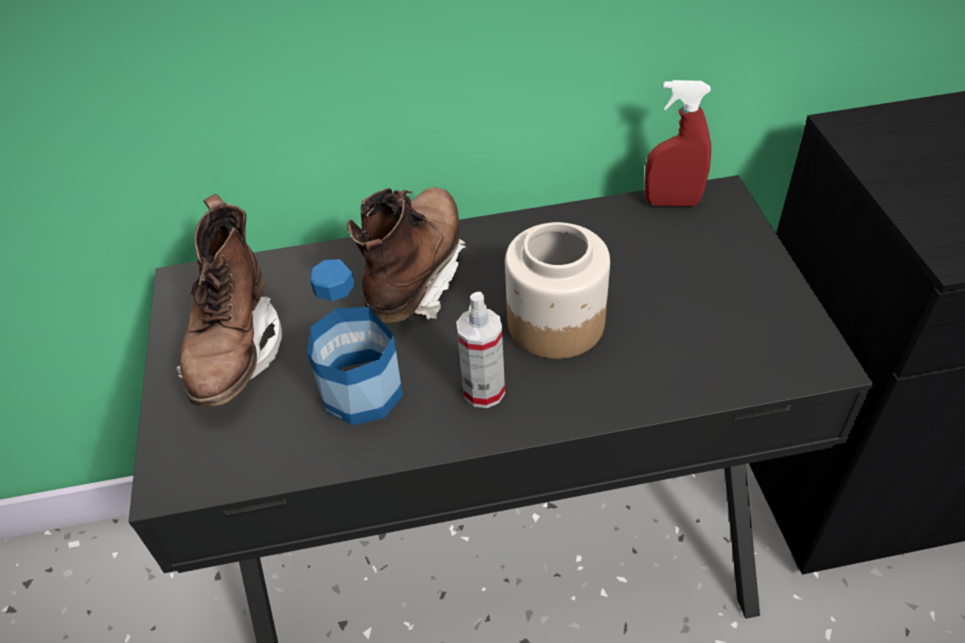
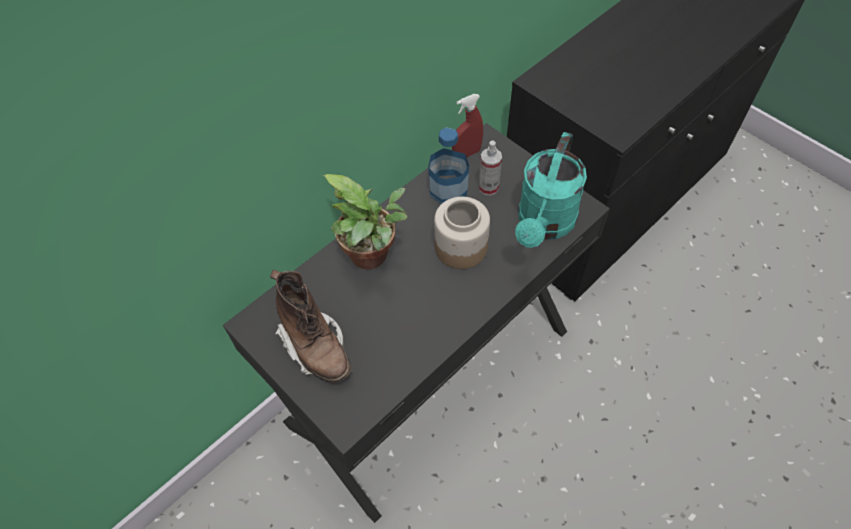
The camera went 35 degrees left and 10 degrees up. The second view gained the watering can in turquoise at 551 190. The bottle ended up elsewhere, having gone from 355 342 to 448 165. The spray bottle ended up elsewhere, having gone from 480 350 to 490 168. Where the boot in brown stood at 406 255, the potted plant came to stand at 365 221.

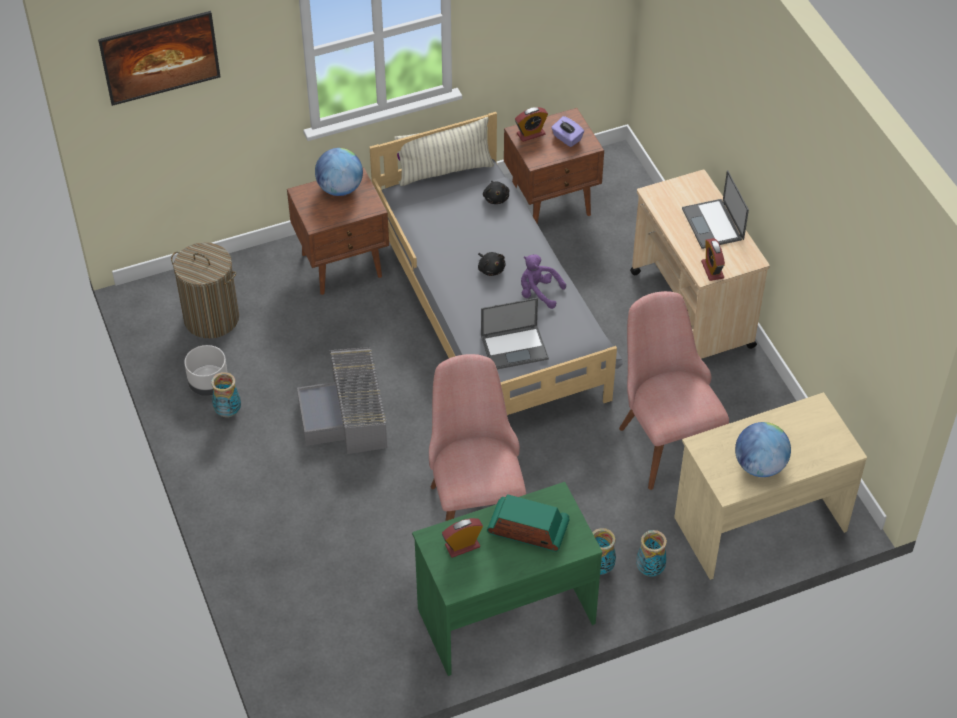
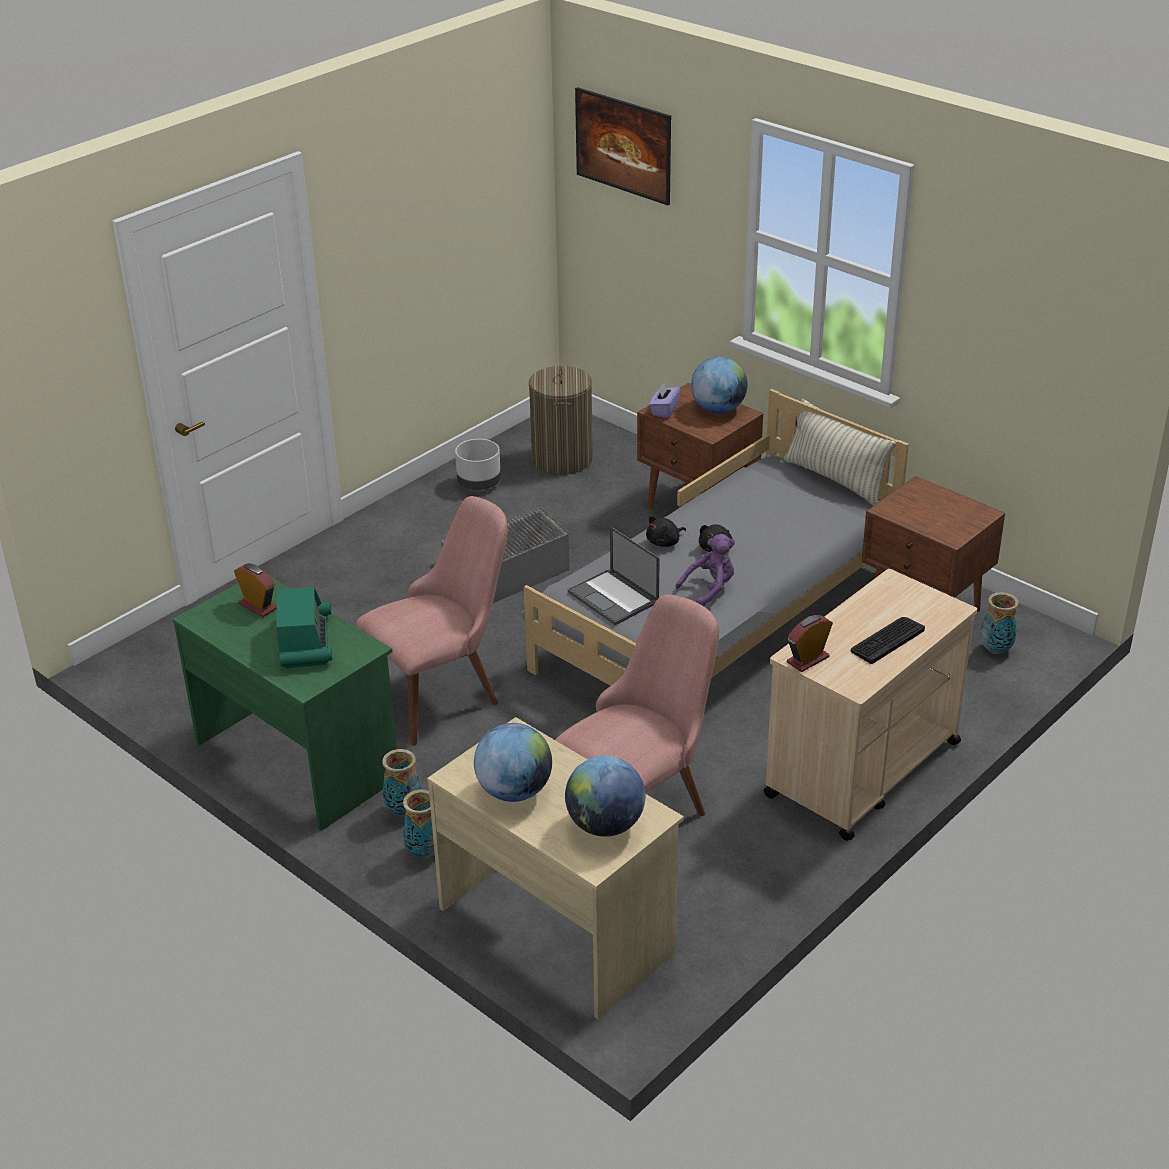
The camera went 65 degrees right and 15 degrees down. The second view lost the alarm clock at 531 124. The second view gained the globe at 605 796. The vase ended up elsewhere, having gone from 226 394 to 999 623. The plush toy in black ended up elsewhere, having gone from 496 192 to 666 531. The tissue box in purple ended up elsewhere, having gone from 567 131 to 665 400. Where the laptop stood at 715 209, the keyboard came to stand at 888 640. The plush toy in purple at 543 281 ended up facing another way, 60 degrees clockwise from before.

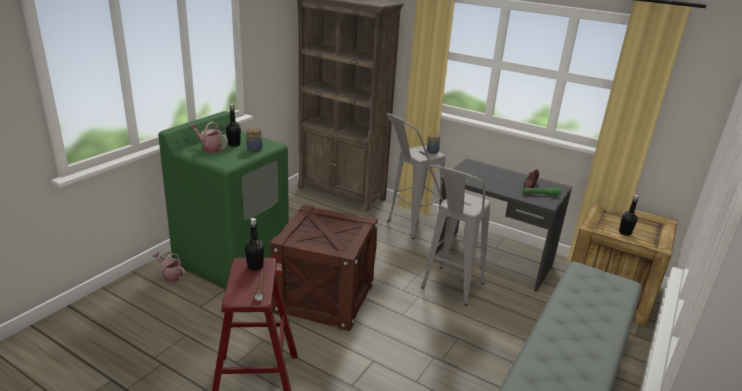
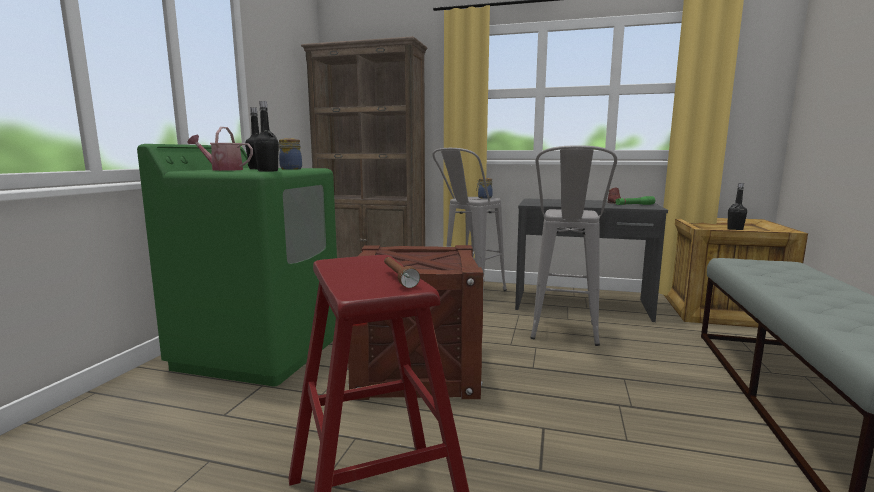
The camera went 15 degrees left and 15 degrees down. The second view lost the watering can at 168 267. The bottle in black ended up elsewhere, having gone from 254 244 to 266 136.

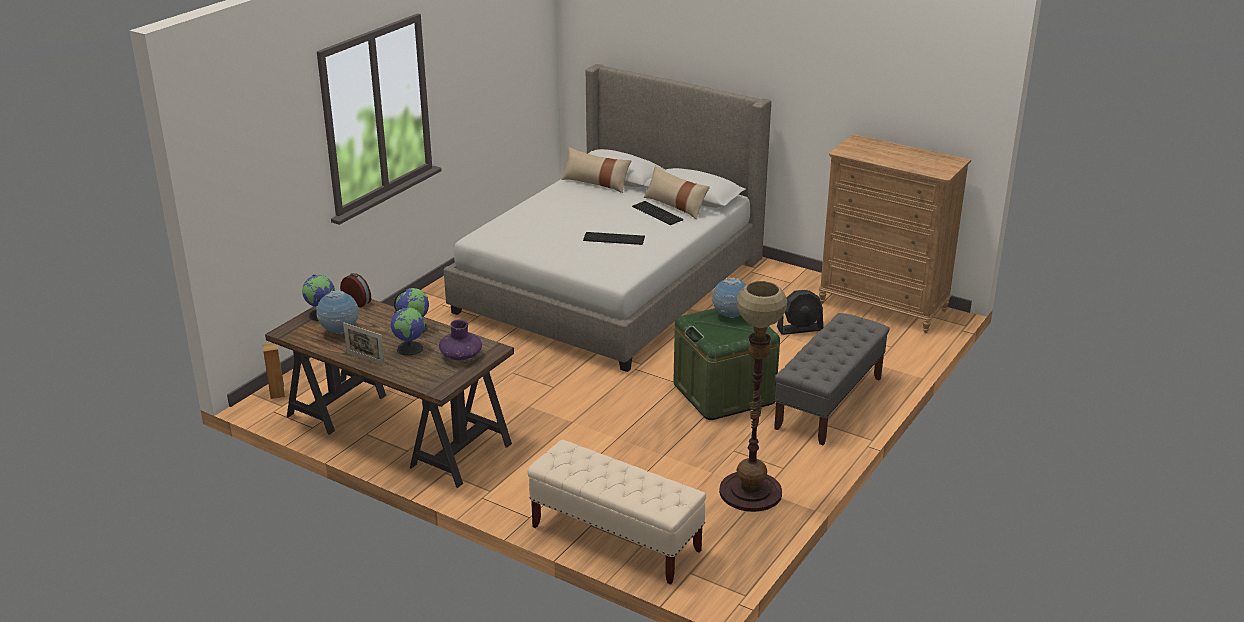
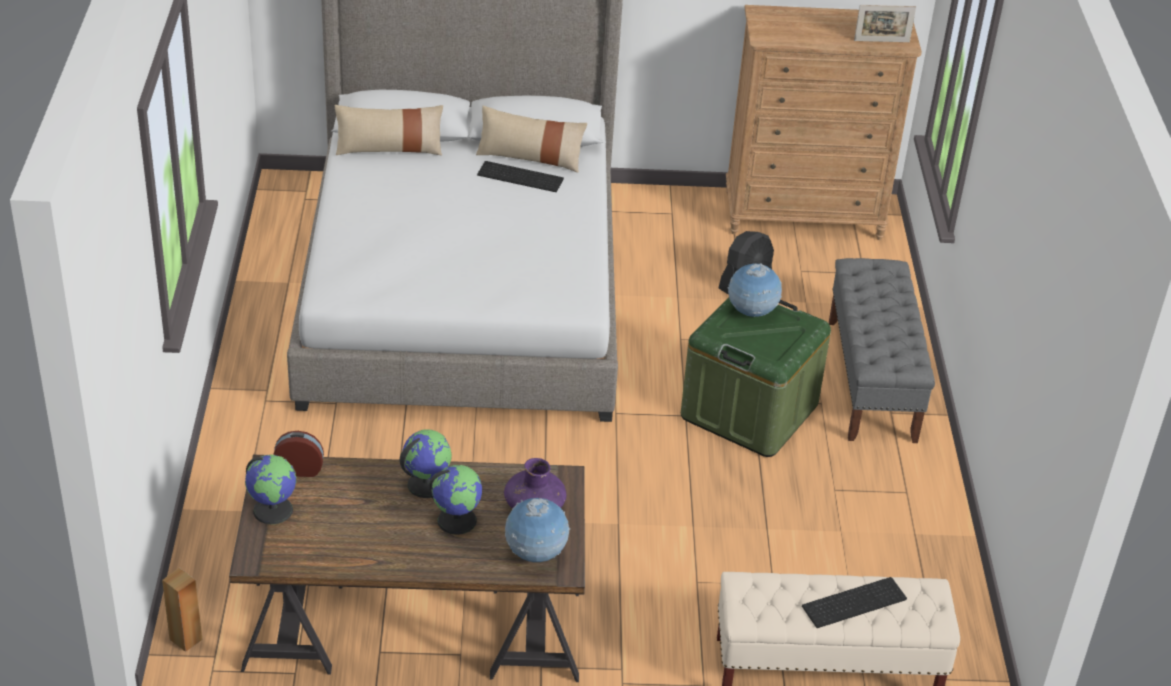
The camera went 35 degrees left and 10 degrees up. The second view lost the floor lamp at 753 396. The globe ended up elsewhere, having gone from 337 312 to 537 530. The picture frame ended up elsewhere, having gone from 364 344 to 885 23. The keyboard ended up elsewhere, having gone from 614 238 to 854 602.

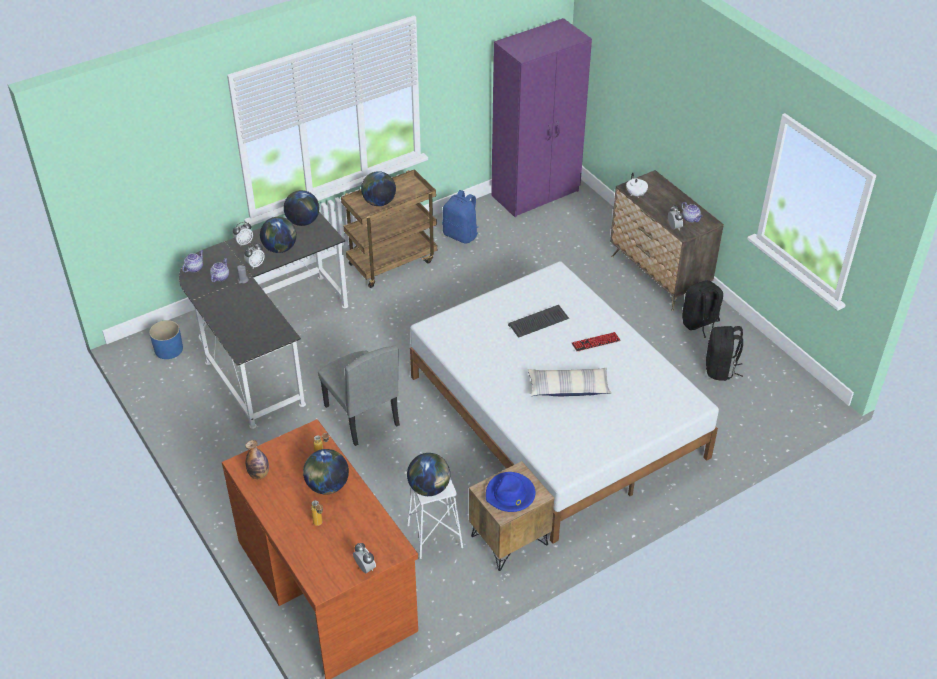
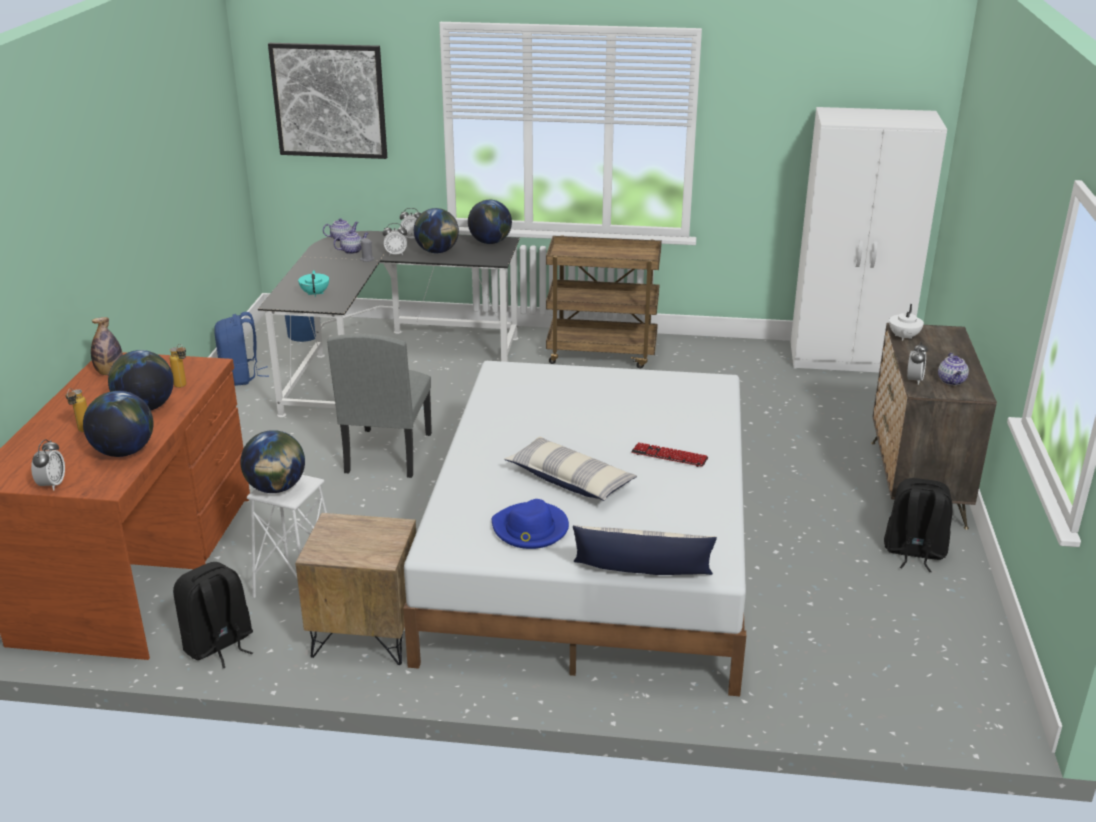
The camera went 40 degrees right and 15 degrees down. The second view lost the keyboard at 538 321. The second view gained the picture at 327 101. The second view gained the teapot in turquoise at 313 283. The second view gained the pillow at 645 550. The globe ended up elsewhere, having gone from 378 188 to 118 424. The backpack in blue ended up elsewhere, having gone from 460 217 to 241 349. The hat in blue ended up elsewhere, having gone from 510 492 to 530 524. The backpack in black ended up elsewhere, having gone from 724 353 to 213 615. What was the wardrobe in purple at 541 117 turned into the wardrobe in white at 869 240.

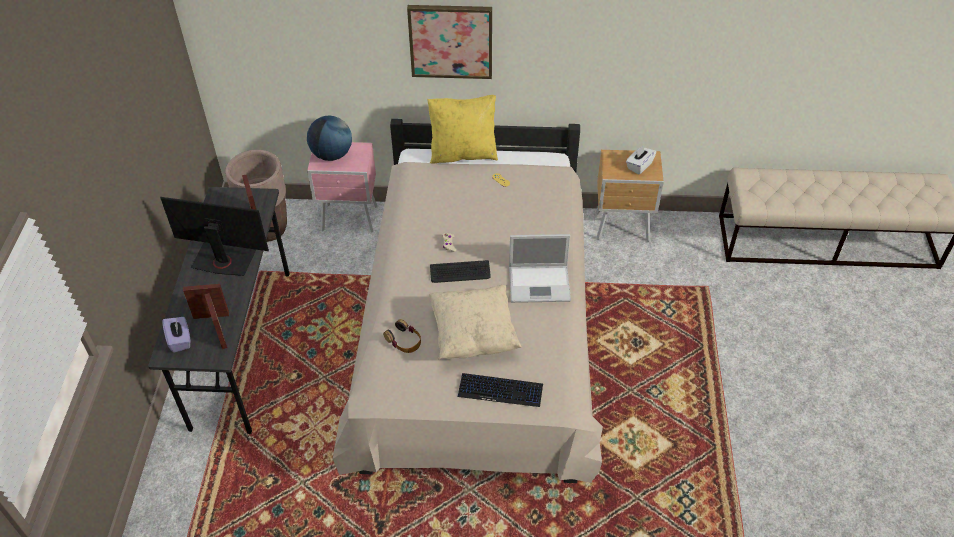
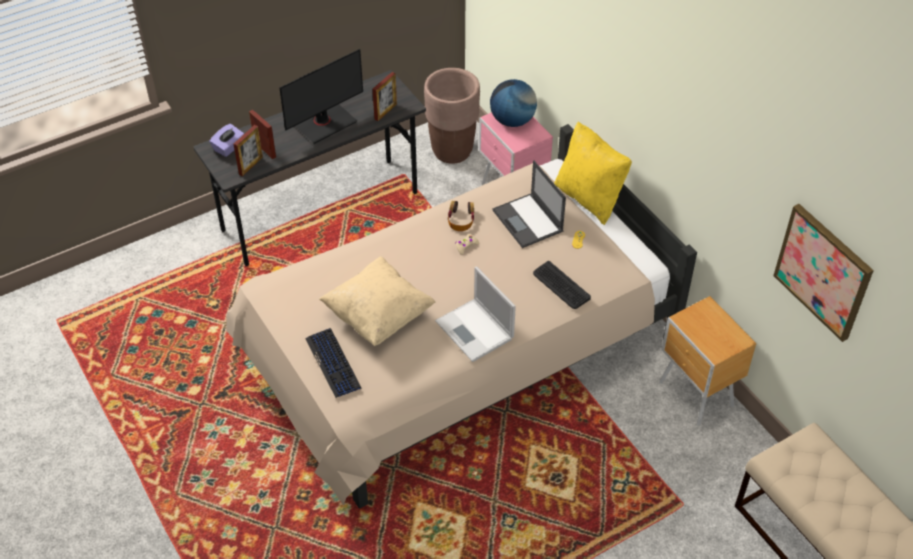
The camera went 55 degrees right and 0 degrees up. The second view lost the tissue box in white at 641 160. The second view gained the laptop at 529 204. The headphones ended up elsewhere, having gone from 402 336 to 461 216. The picture ended up elsewhere, having gone from 449 42 to 823 273. The keyboard ended up elsewhere, having gone from 460 271 to 562 285. The monitor at 214 236 ended up facing another way, 75 degrees clockwise from before.

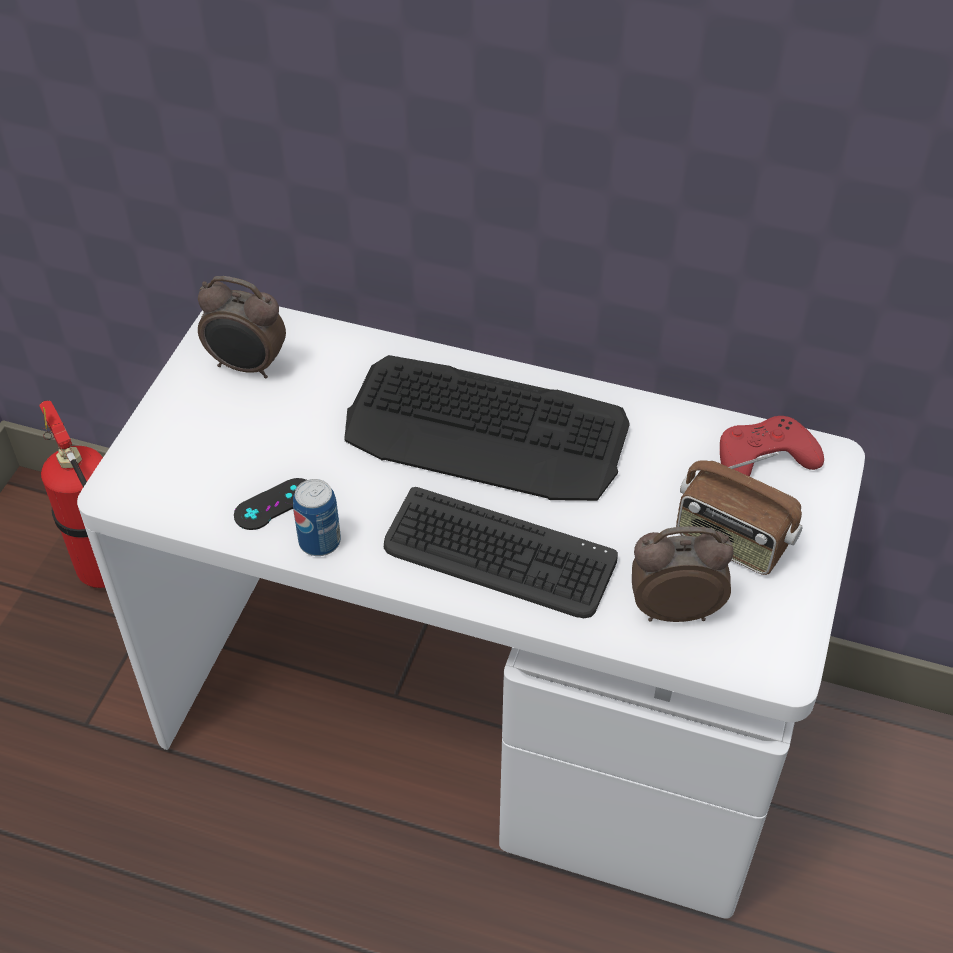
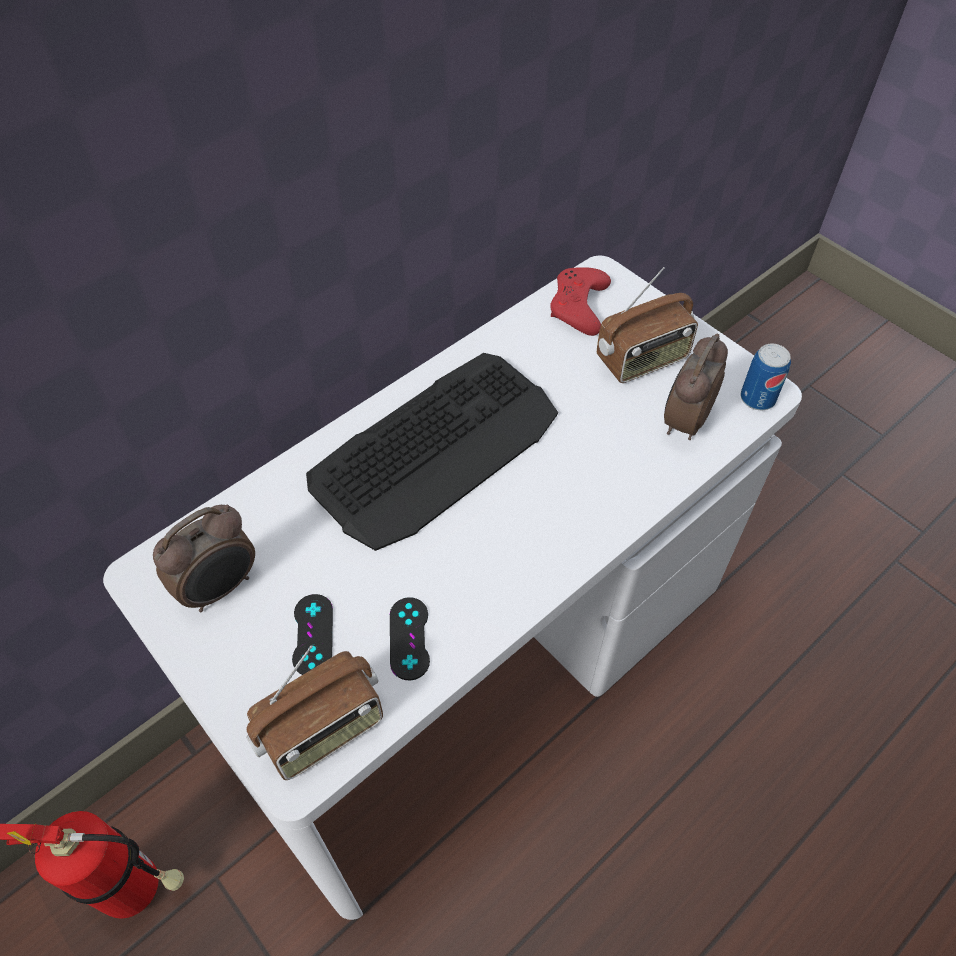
The camera went 60 degrees left and 5 degrees up. The second view lost the keyboard at 501 552. The second view gained the radio at 314 712. The second view gained the game controller in black at 312 634. The can ended up elsewhere, having gone from 317 517 to 766 377.

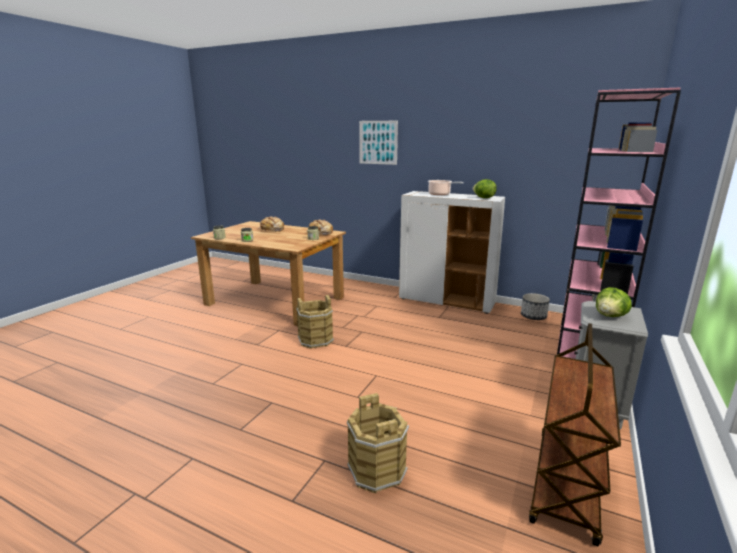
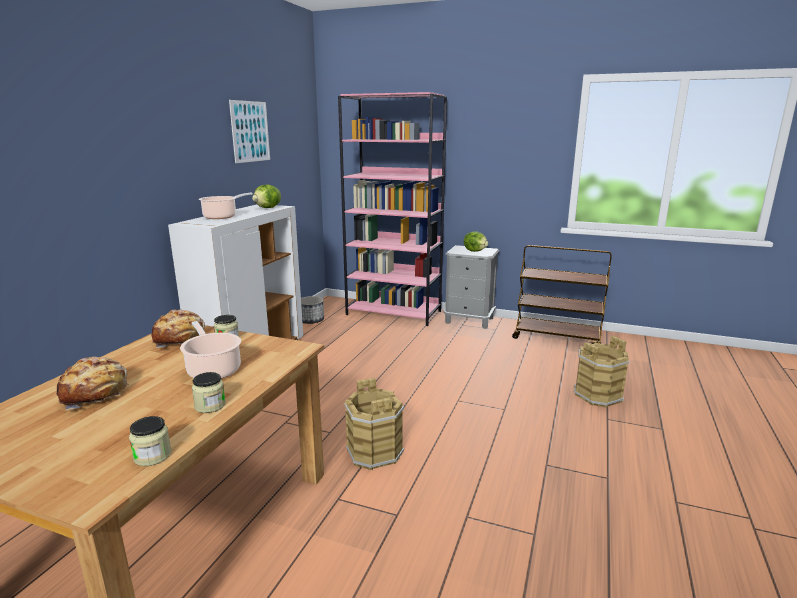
The camera went 95 degrees left and 0 degrees up. The second view gained the cooking pot at 210 350. The picture ended up elsewhere, having gone from 378 143 to 249 131.

